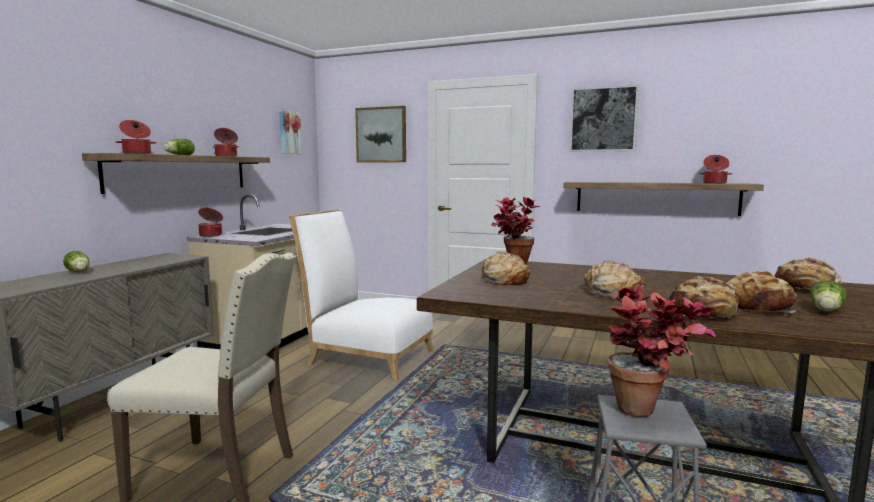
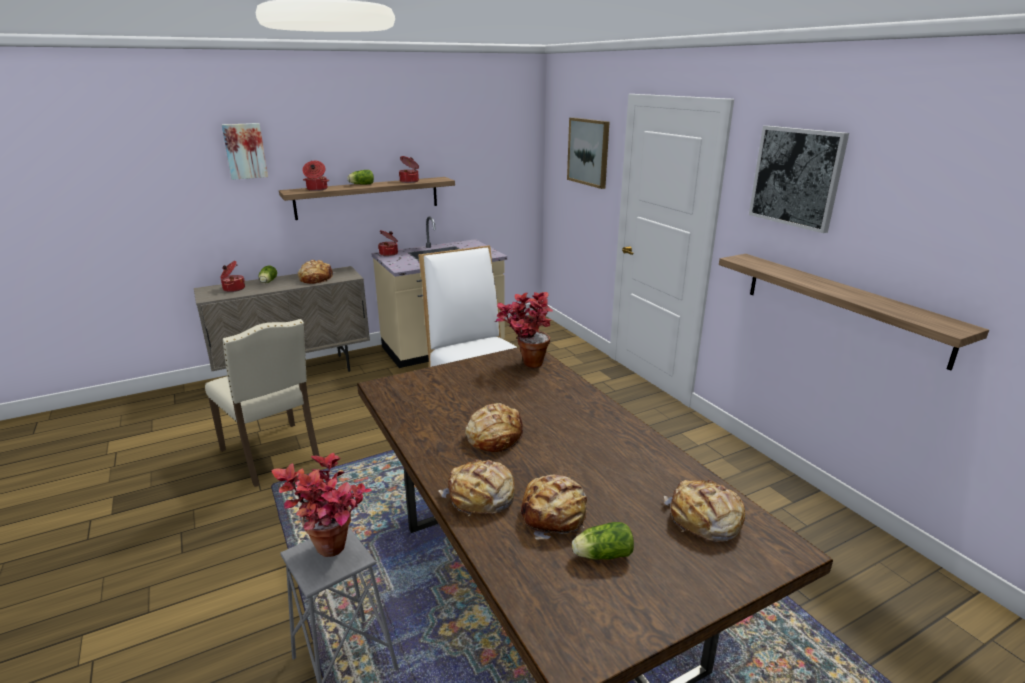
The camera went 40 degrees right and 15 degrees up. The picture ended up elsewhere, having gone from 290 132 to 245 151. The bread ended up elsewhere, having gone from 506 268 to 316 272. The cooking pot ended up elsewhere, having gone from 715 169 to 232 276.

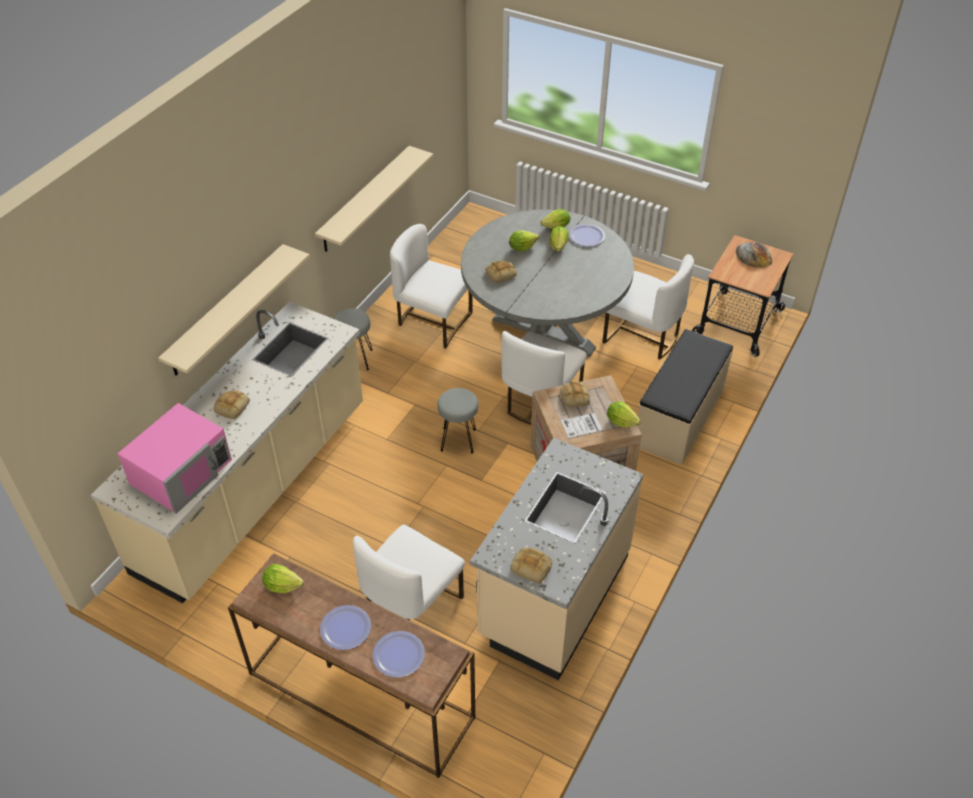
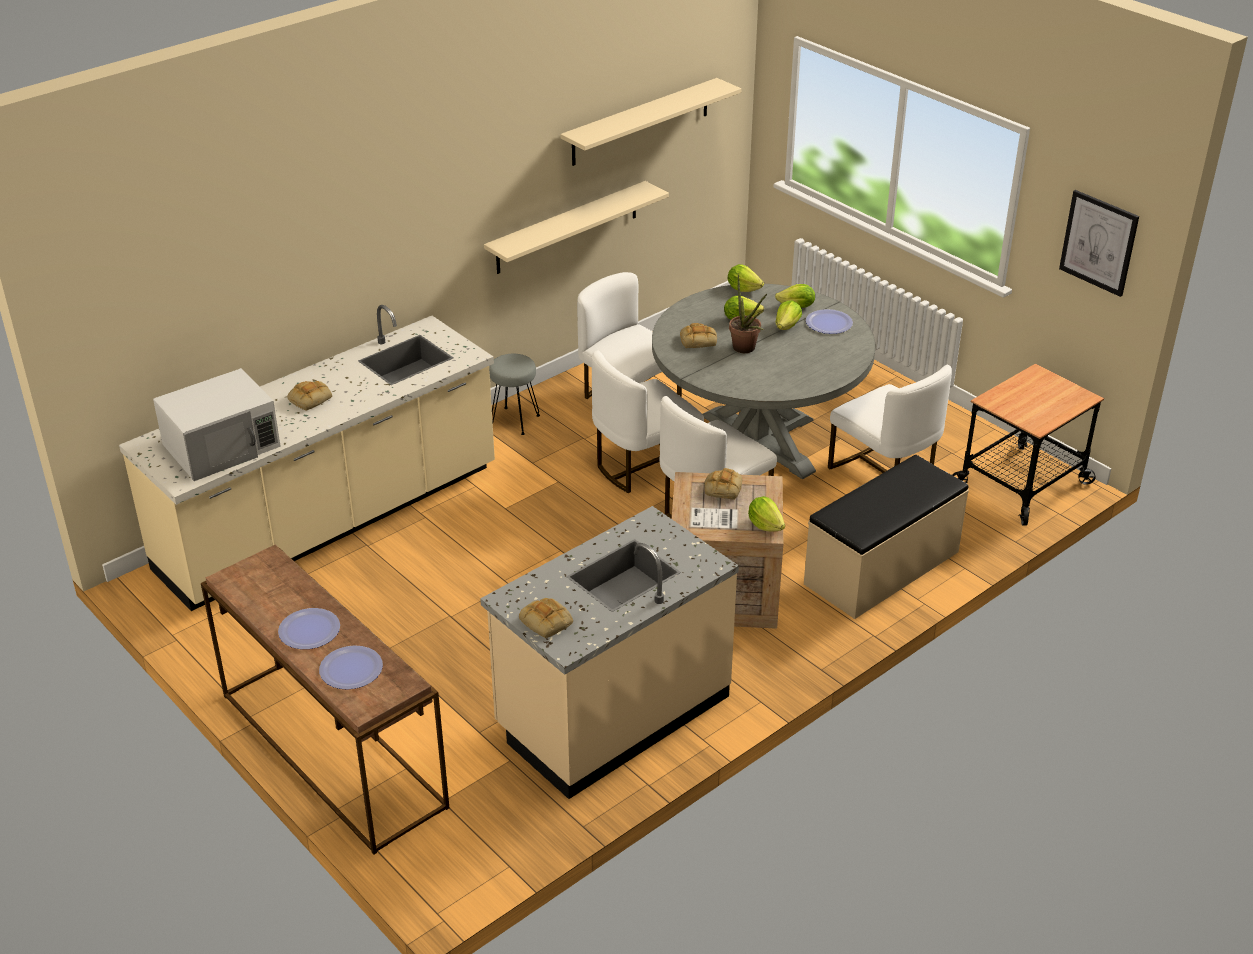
The camera went 20 degrees right and 10 degrees down. The second view lost the stool in grey at 457 420. The second view lost the bread at 754 255. The second view gained the potted plant at 748 313. The second view gained the picture at 1099 243. The shelf in beige ended up elsewhere, having gone from 234 310 to 650 122. The lettuce ended up elsewhere, having gone from 283 578 to 746 278. The chair in white ended up elsewhere, having gone from 409 572 to 648 421. What was the microwave in pink at 174 458 turned into the microwave in white at 217 424.

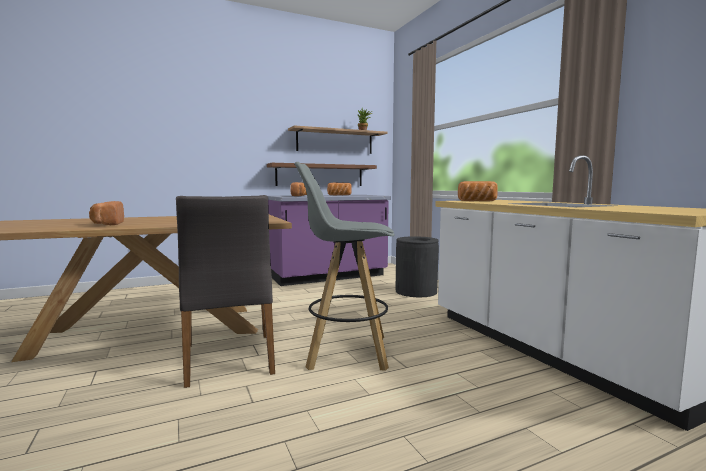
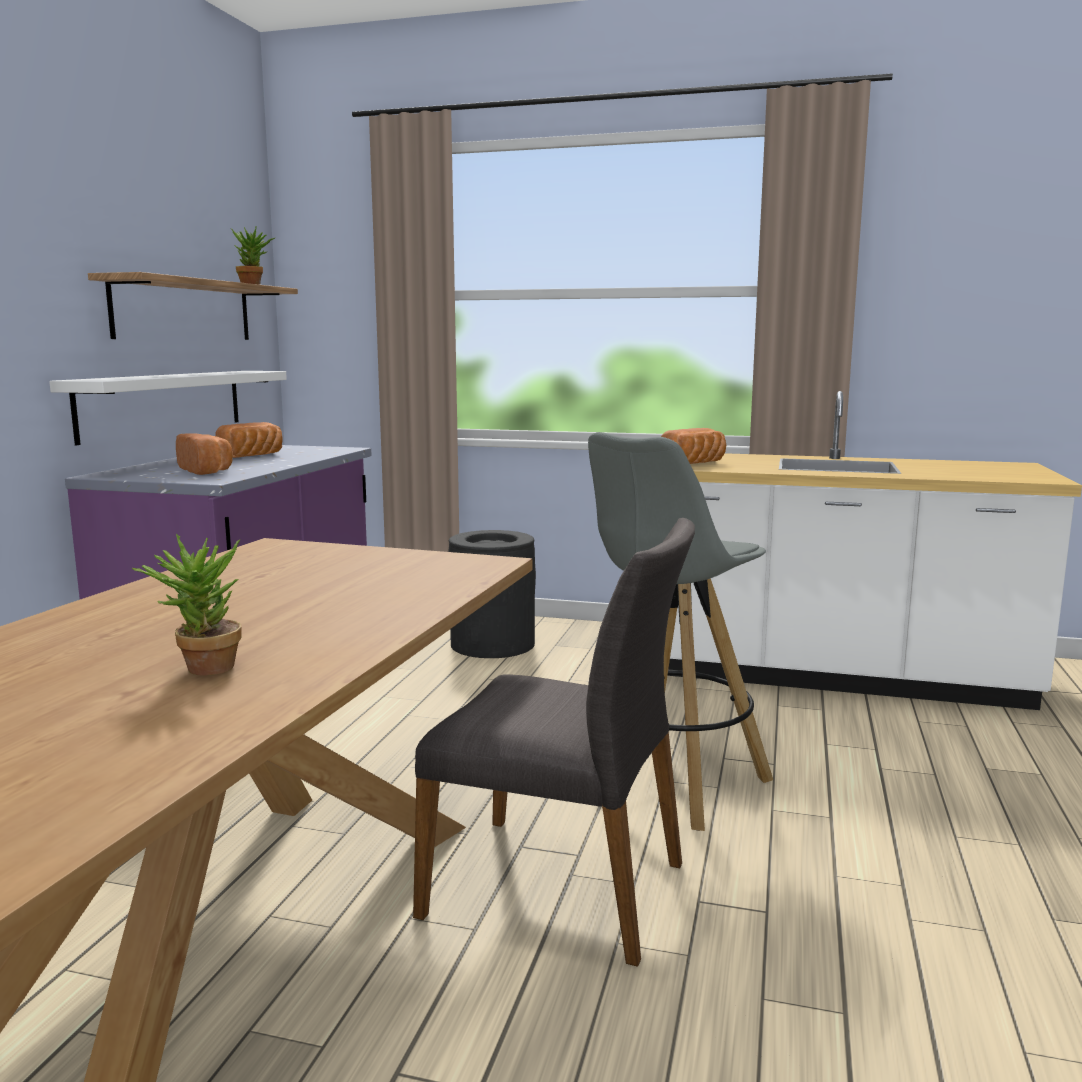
The camera went 50 degrees left and 5 degrees up. Where the bread stood at 106 213, the potted plant came to stand at 187 604. What was the shelf in brown at 322 174 turned into the shelf in white at 168 408.

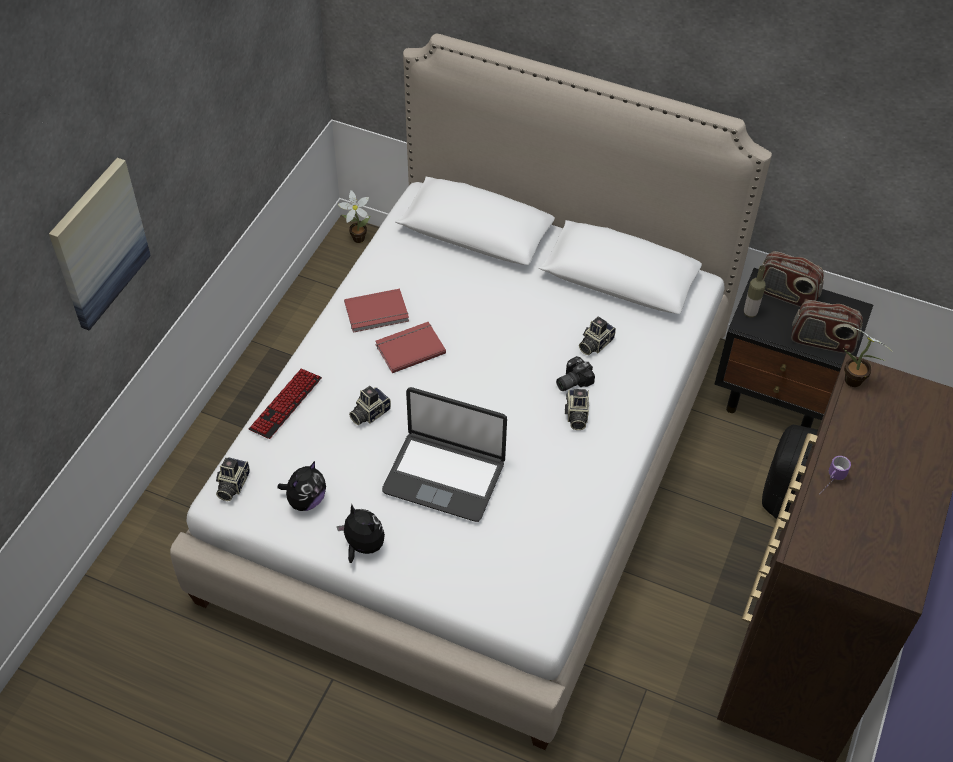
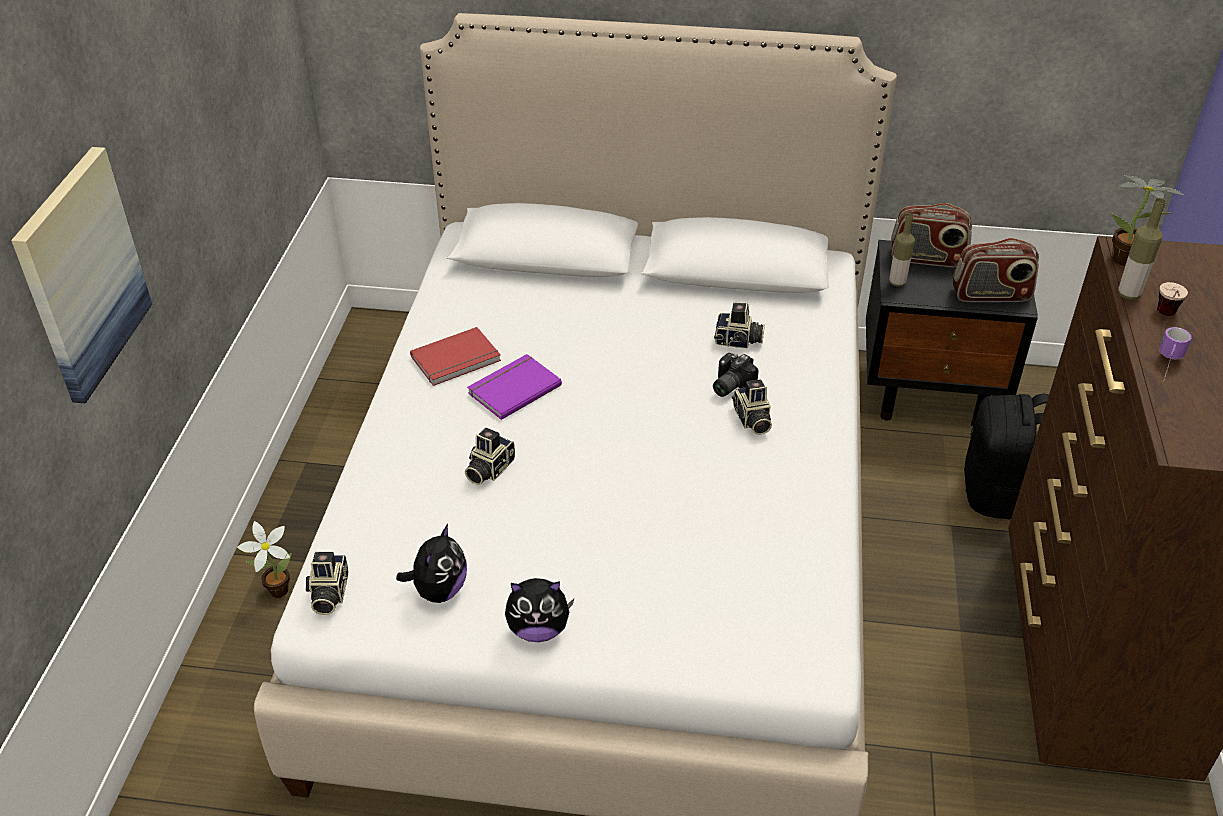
The camera went 15 degrees left and 10 degrees down. The second view lost the keyboard at 285 404. The second view lost the laptop at 444 454. The second view gained the bottle at 1142 249. The second view gained the cup at 1172 299. The potted plant ended up elsewhere, having gone from 354 216 to 264 559. What was the book in red at 410 347 turned into the book in purple at 514 387. The plush toy at 361 533 ended up facing another way, 150 degrees clockwise from before. The photo camera at 597 335 ended up facing another way, 105 degrees counterclockwise from before.

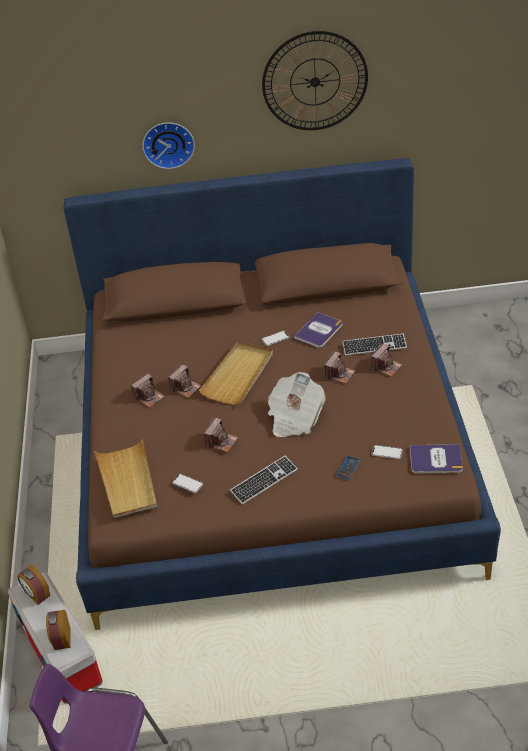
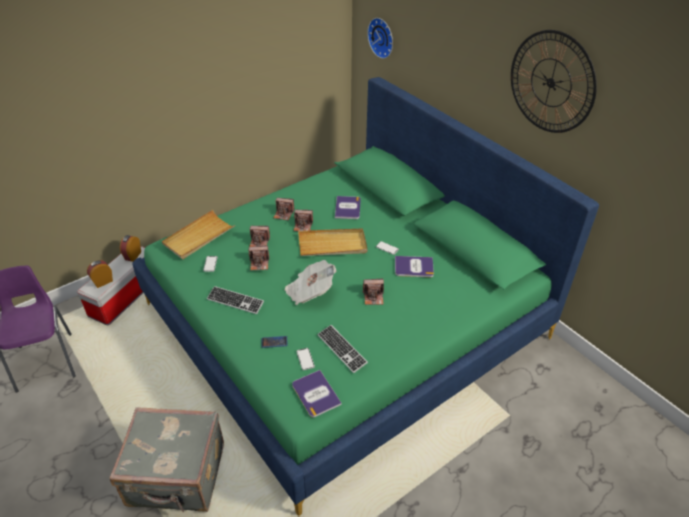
The camera went 55 degrees right and 0 degrees up. The second view gained the suitcase in grey at 167 459. The second view gained the book at 348 207. The wall clock ended up elsewhere, having gone from 168 146 to 380 38. The keyboard ended up elsewhere, having gone from 374 345 to 342 349. The photo camera ended up elsewhere, having gone from 387 359 to 259 236. What was the bed in brown at 282 394 turned into the bed in green at 366 296.

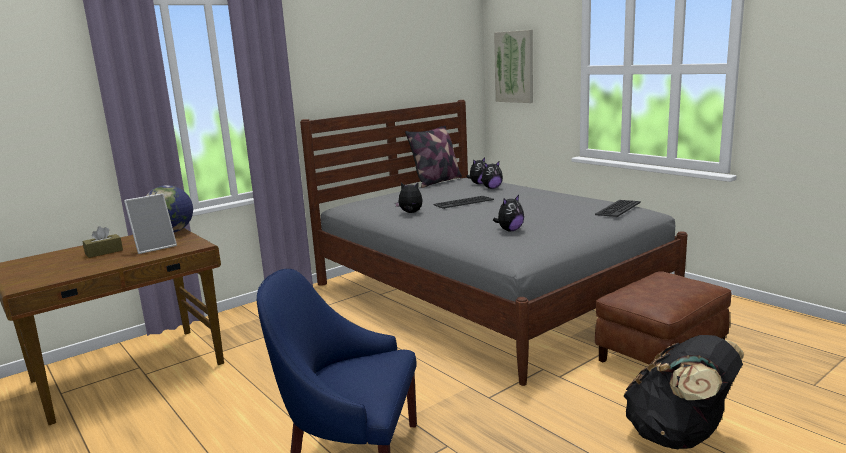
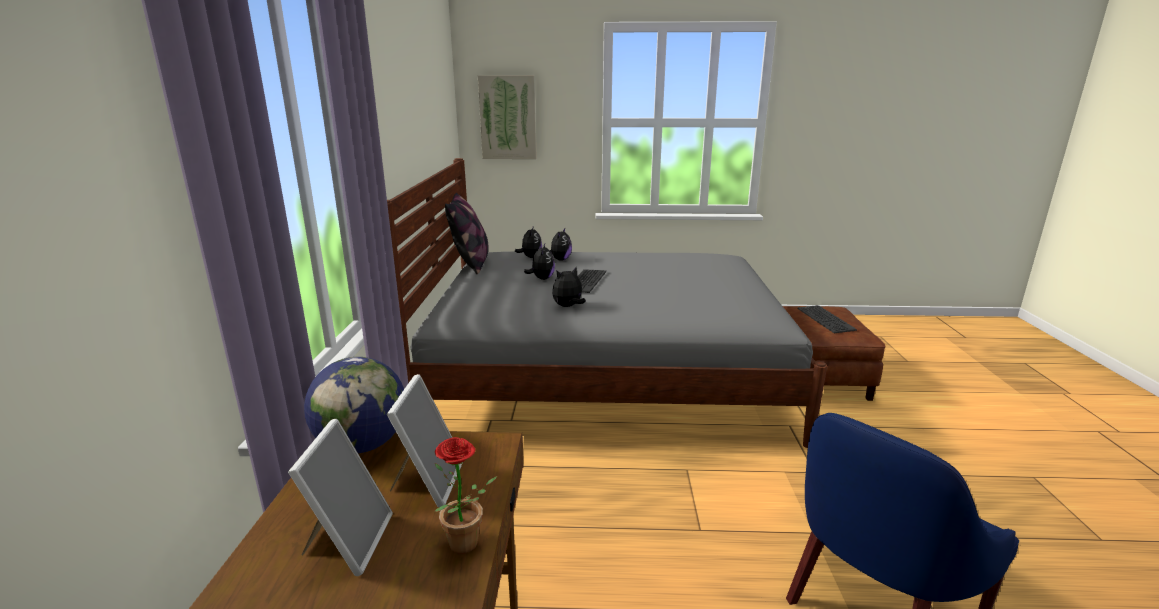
The camera went 50 degrees left and 5 degrees up. The second view lost the backpack in black at 684 392. The second view gained the potted plant at 465 495. The plush toy ended up elsewhere, having gone from 508 213 to 539 262. The keyboard ended up elsewhere, having gone from 618 208 to 827 319. Where the tissue box in brown stood at 102 242, the picture frame came to stand at 340 497.

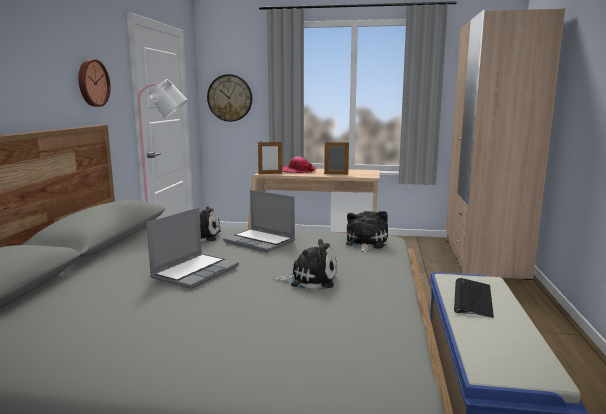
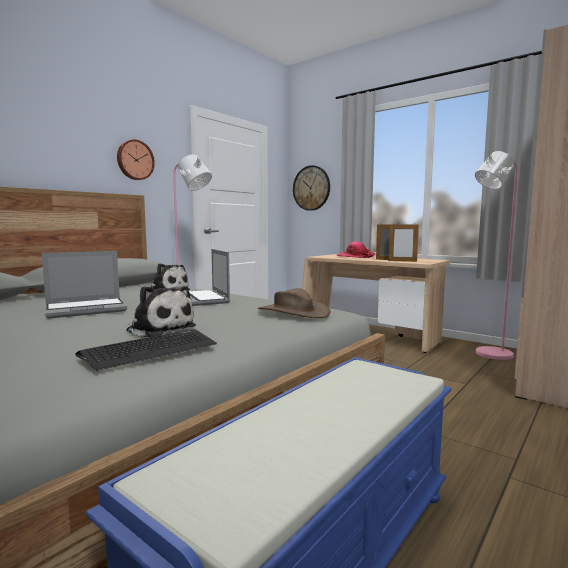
The camera went 30 degrees right and 5 degrees down. The second view gained the floor lamp in pink at 496 255. The picture frame ended up elsewhere, having gone from 270 158 to 404 243. The keyboard ended up elsewhere, having gone from 474 298 to 146 350. Where the plush toy stood at 367 232, the hat in brown came to stand at 294 303.

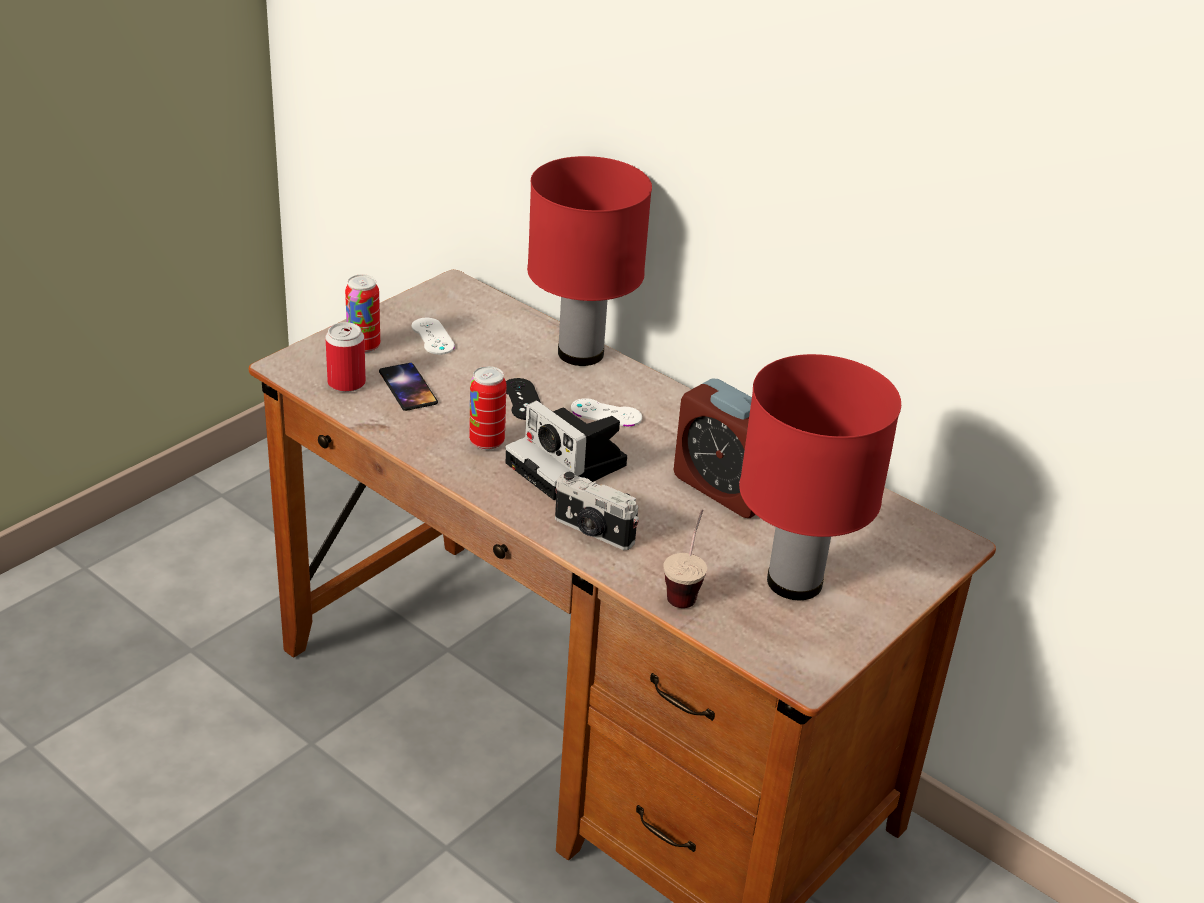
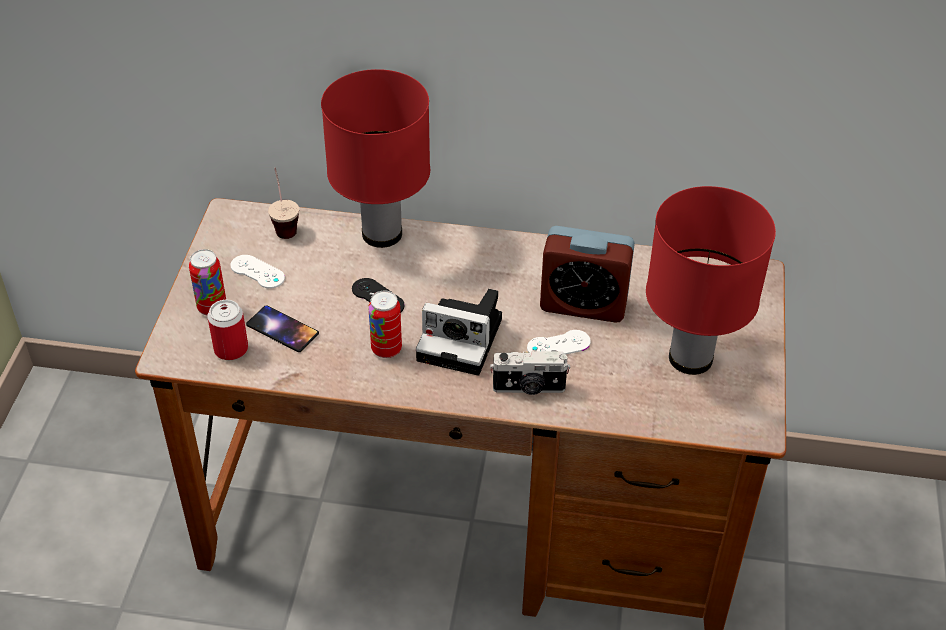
The camera went 30 degrees left and 10 degrees up. The game controller in white ended up elsewhere, having gone from 606 412 to 559 342. The cup ended up elsewhere, having gone from 685 558 to 283 203.

